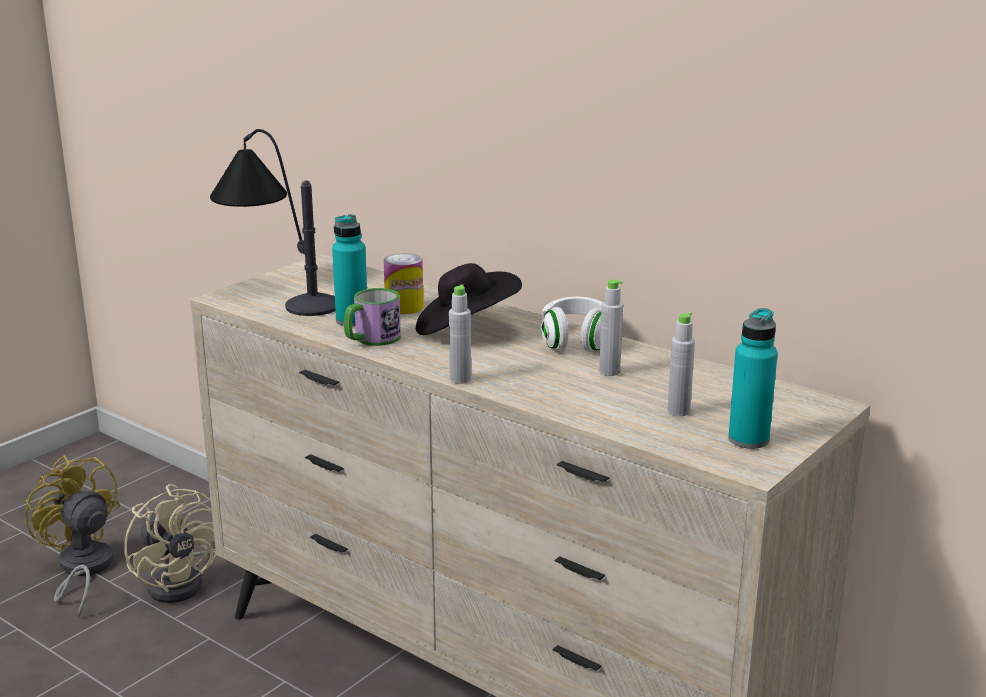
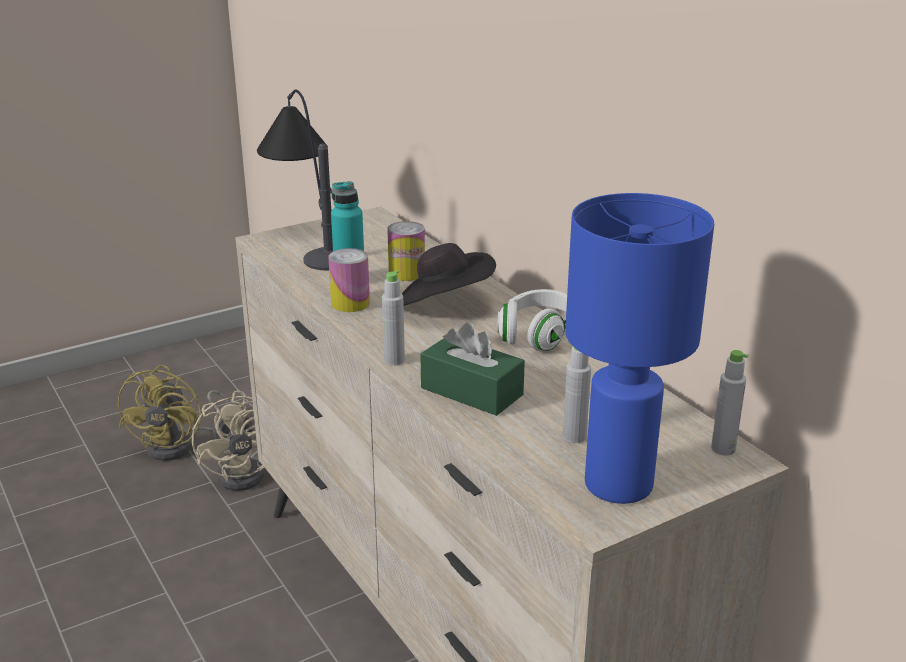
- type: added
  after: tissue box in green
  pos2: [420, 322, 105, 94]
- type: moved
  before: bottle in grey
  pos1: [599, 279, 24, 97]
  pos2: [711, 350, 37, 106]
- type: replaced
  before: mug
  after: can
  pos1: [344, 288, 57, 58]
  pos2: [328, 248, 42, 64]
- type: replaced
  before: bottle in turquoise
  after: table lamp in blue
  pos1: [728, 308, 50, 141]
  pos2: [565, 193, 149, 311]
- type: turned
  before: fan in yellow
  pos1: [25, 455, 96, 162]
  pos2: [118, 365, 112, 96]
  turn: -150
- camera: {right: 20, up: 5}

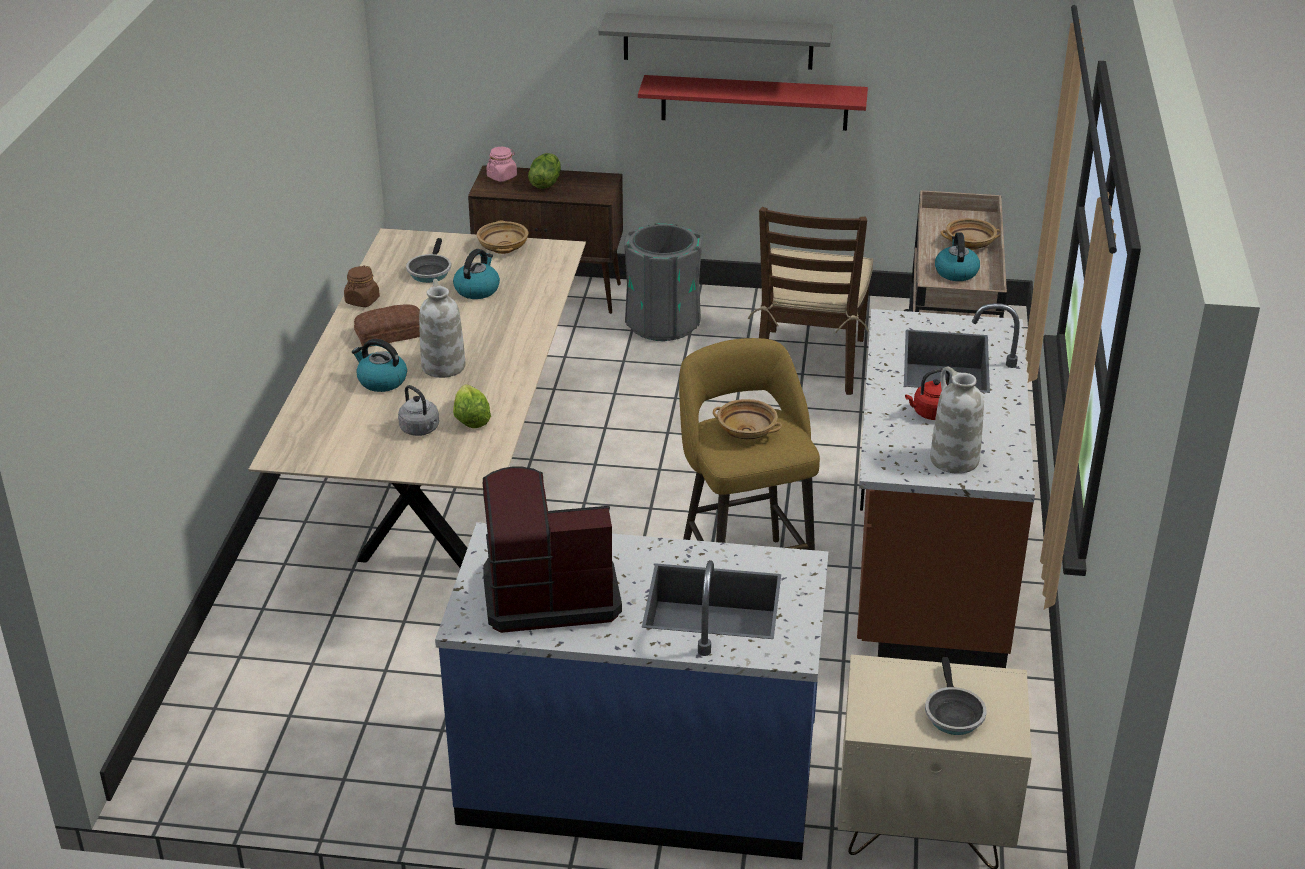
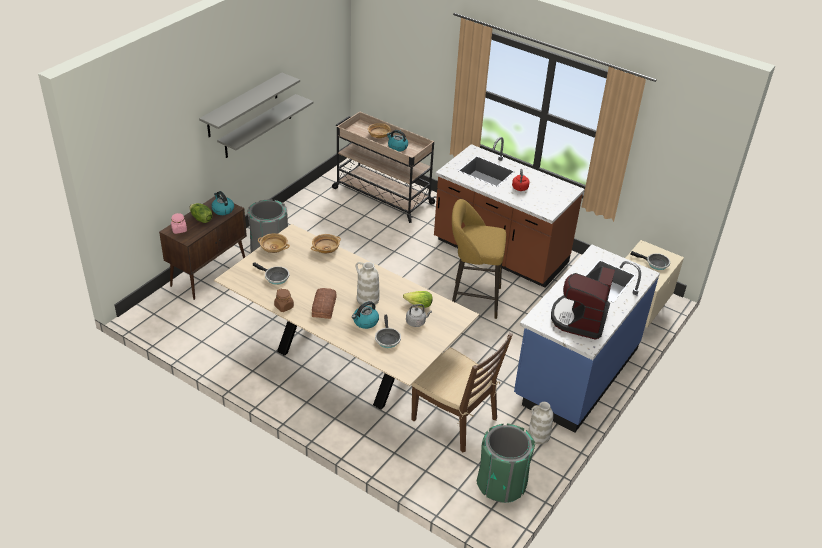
- type: added
  after: frying pan
  pos2: [375, 315, 26, 33]
- type: added
  after: trash can in green
  pos2: [477, 423, 58, 80]
- type: moved
  before: kettle
  pos1: [453, 249, 47, 50]
  pos2: [211, 191, 23, 24]
- type: moved
  before: bowl in beige
  pos1: [713, 399, 69, 41]
  pos2: [311, 234, 30, 19]
- type: moved
  before: chair in brown
  pos1: [748, 207, 125, 188]
  pos2: [411, 333, 102, 120]
- type: moved
  before: vase in white
  pos1: [930, 367, 54, 107]
  pos2: [528, 402, 25, 42]
- type: recoloured
  before: shelf in red
  after: shelf in grey
  pos1: [638, 75, 230, 56]
  pos2: [217, 94, 97, 64]
- camera: {right: -65, up: 5}

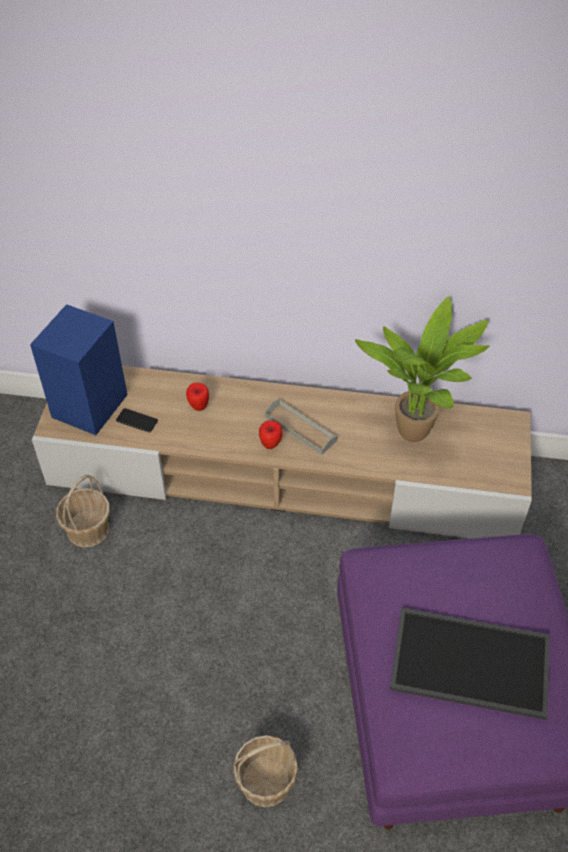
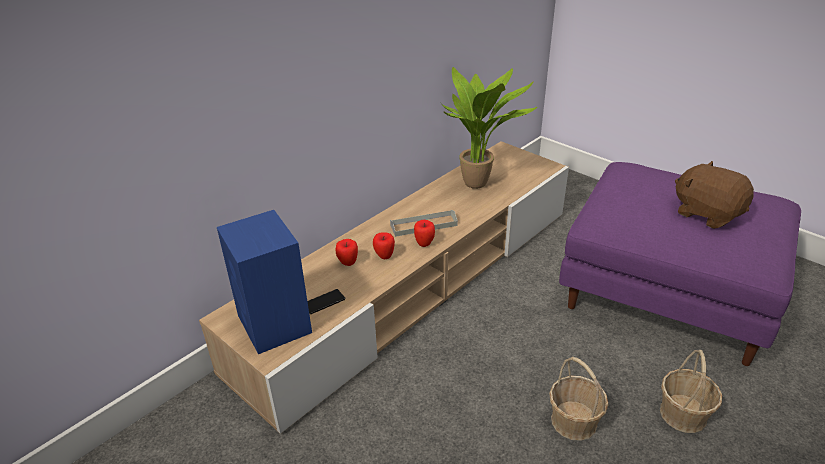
- type: added
  after: apple
  pos2: [373, 232, 22, 27]
- type: moved
  before: basket
  pos1: [56, 475, 54, 72]
  pos2: [549, 357, 60, 84]
- type: replaced
  before: tray
  after: plush toy in brown
  pos1: [390, 607, 160, 113]
  pos2: [675, 161, 79, 68]
- camera: {right: -55, up: -15}

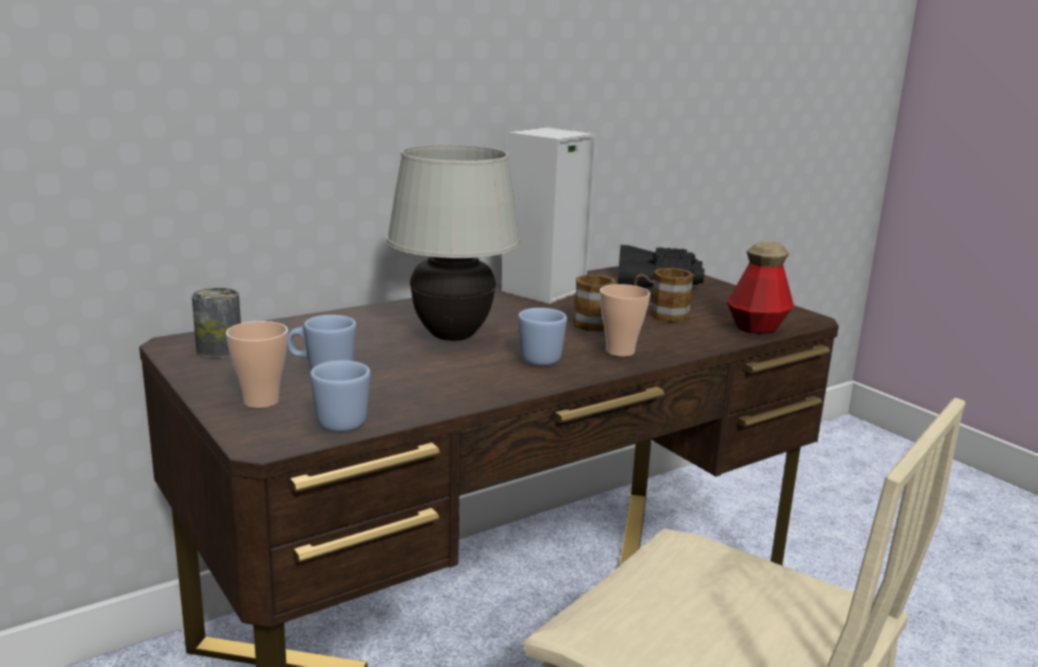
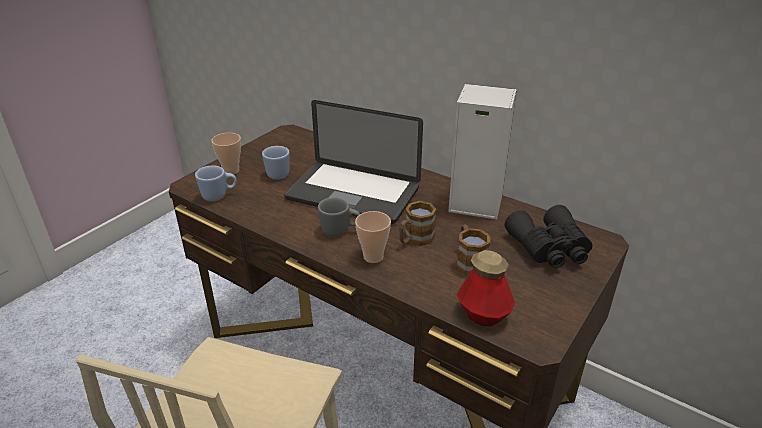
- type: removed
  before: can
  pos1: [192, 288, 49, 70]
- type: replaced
  before: table lamp in white
  after: laptop
  pos1: [387, 145, 133, 196]
  pos2: [284, 100, 139, 124]
- type: recoloured
  before: mug in blue
  after: mug in grey
  pos1: [518, 308, 49, 58]
  pos2: [318, 197, 42, 40]
- camera: {right: 70, up: 15}

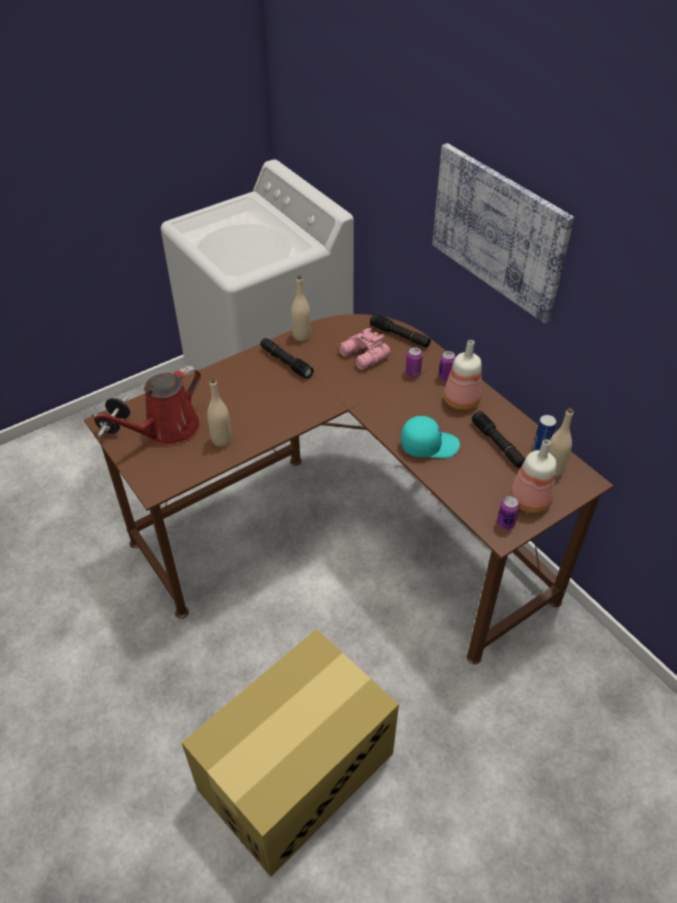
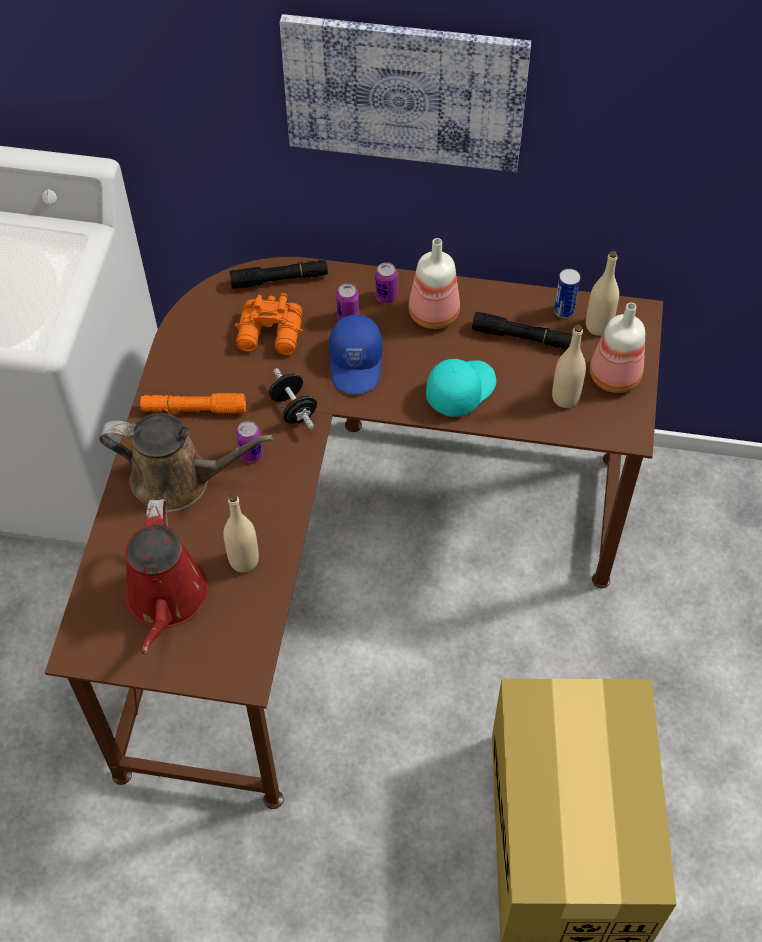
- type: added
  after: watering can in brown
  pos2: [99, 413, 175, 100]
- type: added
  after: cap in blue
  pos2: [329, 315, 54, 79]
- type: moved
  before: dumbbell in black
  pos1: [95, 396, 35, 41]
  pos2: [269, 368, 48, 61]
- type: moved
  before: bottle in beige
  pos1: [291, 276, 20, 65]
  pos2: [552, 325, 34, 83]
- type: moved
  before: can
  pos1: [497, 496, 23, 34]
  pos2: [236, 421, 27, 42]
- type: recoloured
  before: flashlight in black
  after: flashlight in orange
  pos1: [260, 338, 54, 41]
  pos2: [140, 393, 106, 21]
- type: recoloured
  before: binoculars in pink
  after: binoculars in orange
  pos1: [339, 328, 52, 42]
  pos2: [235, 293, 68, 62]
- camera: {right: -45, up: 10}

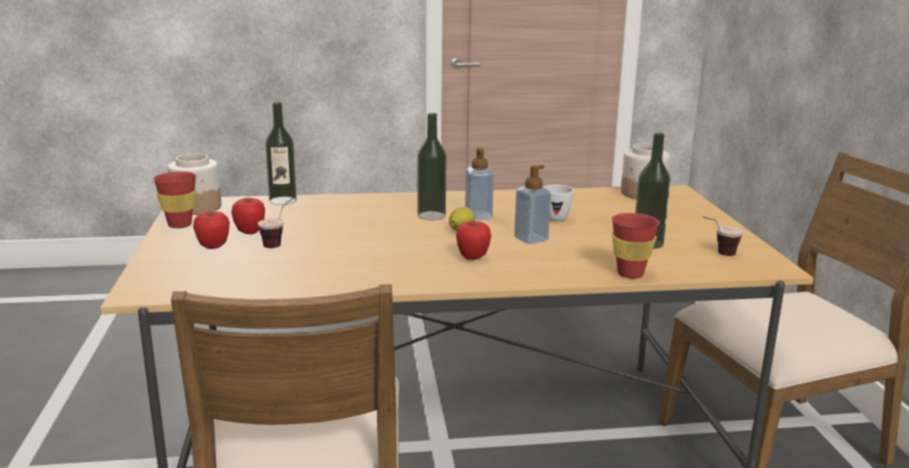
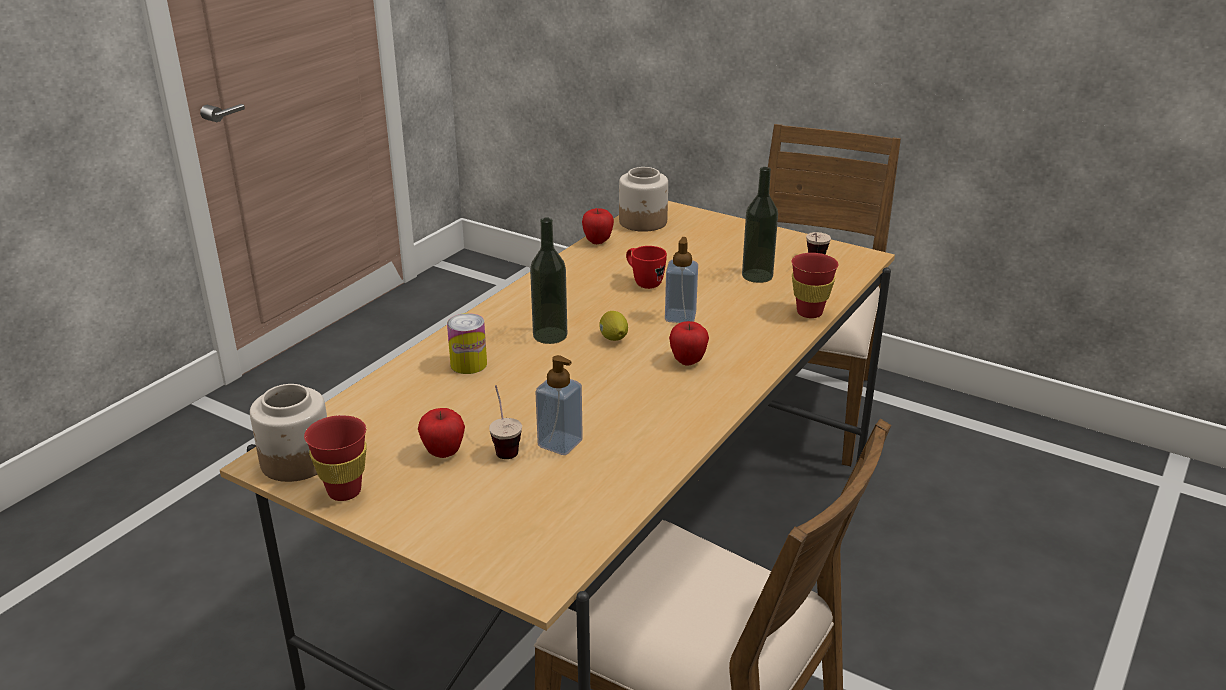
- type: removed
  before: bottle
  pos1: [266, 102, 31, 103]
- type: added
  after: can
  pos2: [447, 313, 40, 61]
- type: moved
  before: apple
  pos1: [193, 211, 37, 38]
  pos2: [582, 208, 32, 36]
- type: moved
  before: soap dispenser
  pos1: [465, 148, 29, 72]
  pos2: [535, 355, 48, 100]
- type: recoloured
  before: mug in white
  after: mug in red
  pos1: [544, 185, 30, 37]
  pos2: [626, 246, 41, 43]
- camera: {right: -50, up: 10}

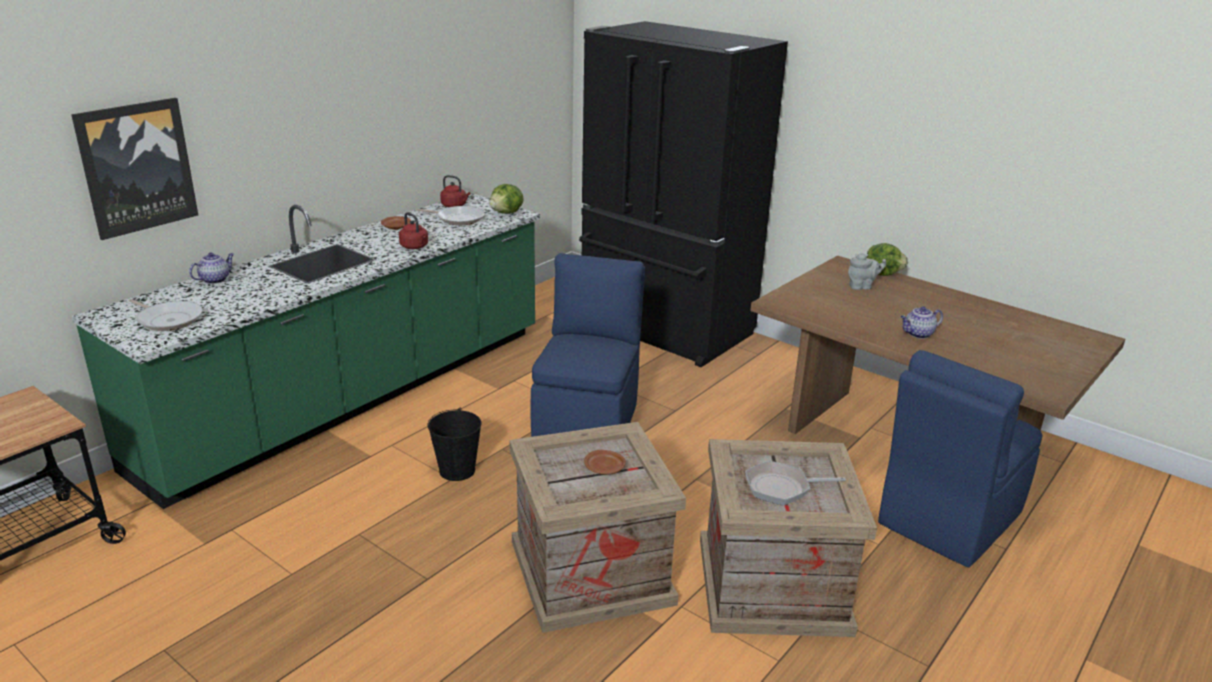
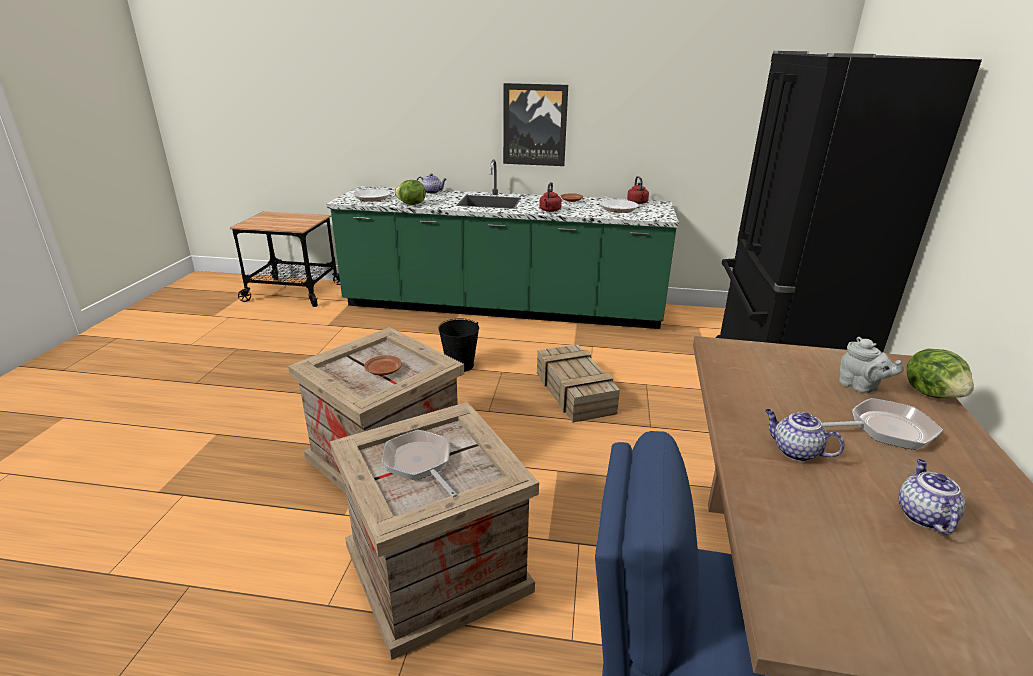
- type: added
  after: frying pan
  pos2: [822, 398, 121, 52]
- type: added
  after: teapot
  pos2: [899, 459, 67, 75]
- type: moved
  before: picture
  pos1: [71, 98, 127, 142]
  pos2: [503, 83, 65, 83]
- type: moved
  before: lettuce
  pos1: [489, 184, 35, 30]
  pos2: [394, 180, 32, 25]
- type: replaced
  before: chair in blue
  after: crate
  pos1: [530, 253, 115, 184]
  pos2: [537, 344, 83, 78]
- camera: {right: 60, up: 0}

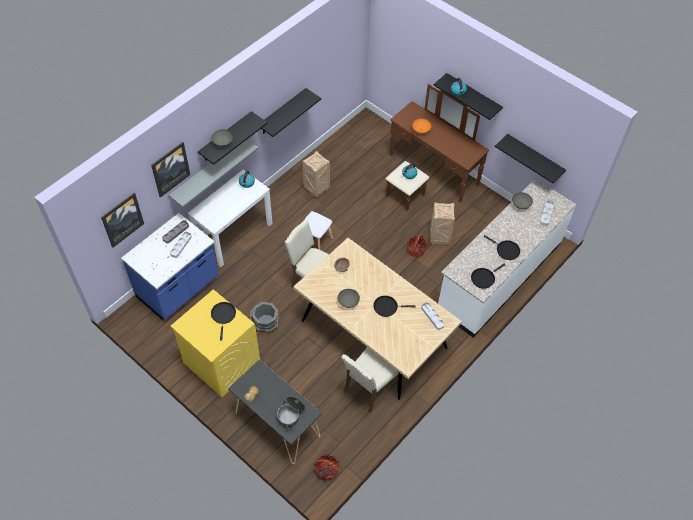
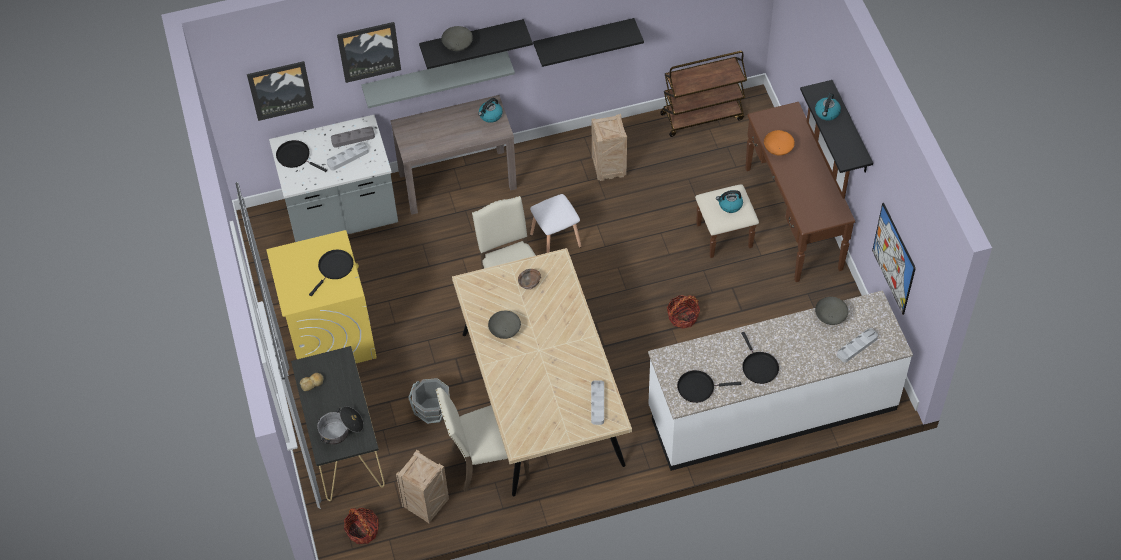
- type: added
  after: cart in brown
  pos2: [660, 51, 87, 86]
- type: moved
  before: bucket in grey
  pos1: [250, 302, 29, 30]
  pos2: [408, 378, 42, 46]
- type: moved
  before: frying pan in black
  pos1: [373, 296, 42, 21]
  pos2: [276, 140, 51, 32]
- type: moved
  before: crate
  pos1: [430, 202, 25, 43]
  pos2: [396, 450, 53, 73]
- type: replaced
  before: shelf in black
  after: picture
  pos1: [495, 134, 71, 49]
  pos2: [872, 203, 44, 112]
- type: recoloured
  before: counter in blue
  after: counter in grey
  pos1: [121, 213, 98, 107]
  pos2: [269, 115, 129, 127]
- type: recoloured
  before: console table in white
  after: console table in brown
  pos1: [188, 169, 85, 98]
  pos2: [390, 95, 127, 120]
- camera: {right: 35, up: 0}

